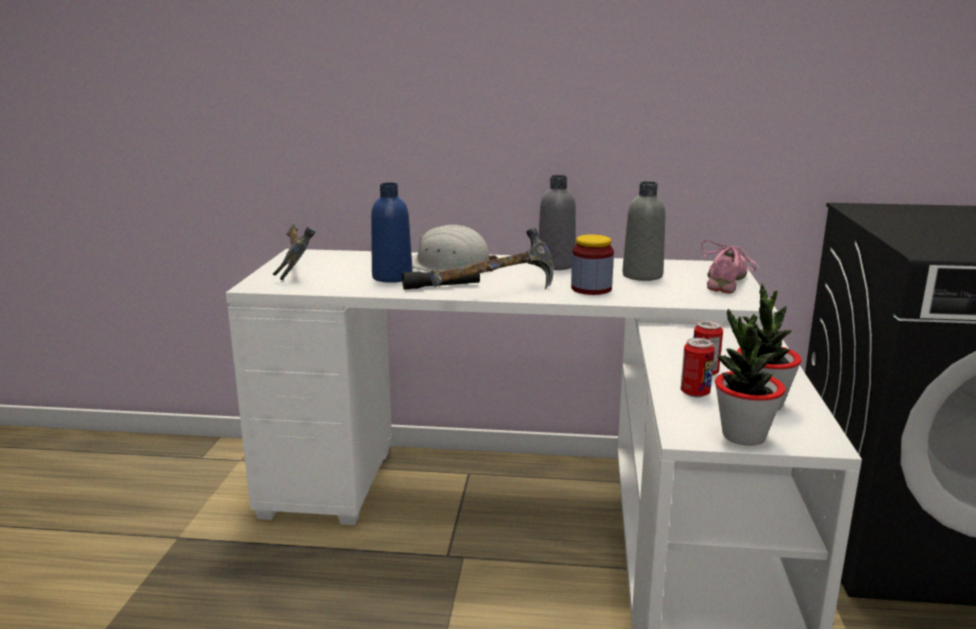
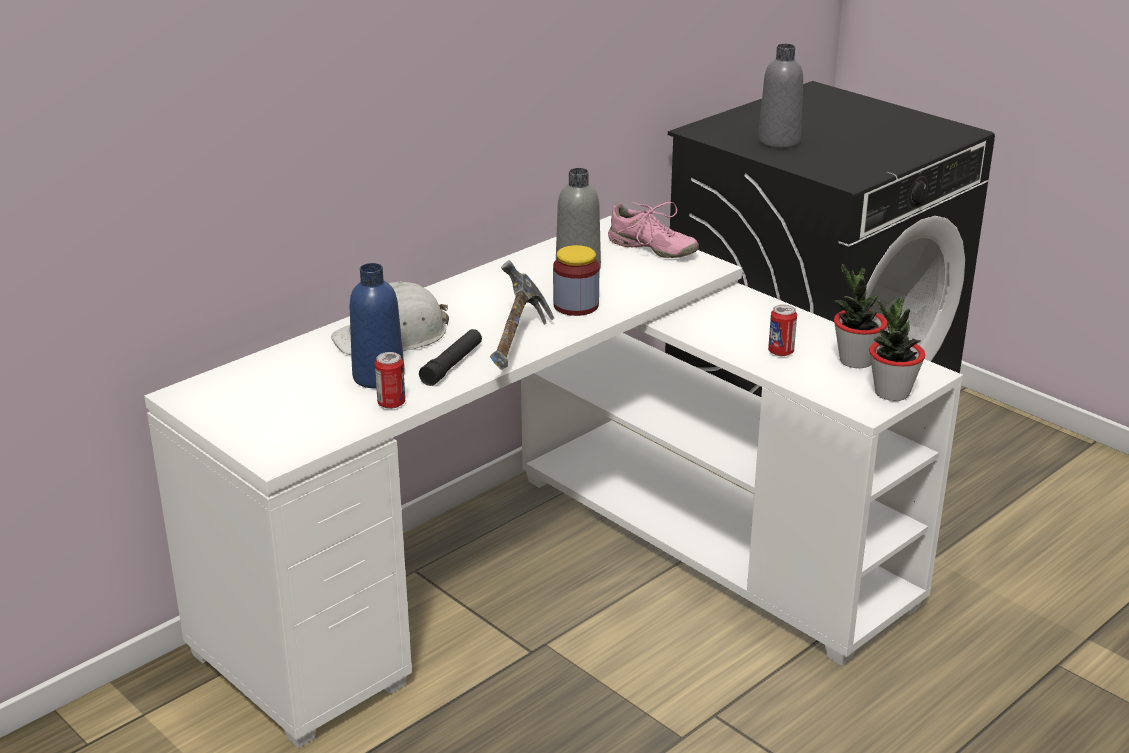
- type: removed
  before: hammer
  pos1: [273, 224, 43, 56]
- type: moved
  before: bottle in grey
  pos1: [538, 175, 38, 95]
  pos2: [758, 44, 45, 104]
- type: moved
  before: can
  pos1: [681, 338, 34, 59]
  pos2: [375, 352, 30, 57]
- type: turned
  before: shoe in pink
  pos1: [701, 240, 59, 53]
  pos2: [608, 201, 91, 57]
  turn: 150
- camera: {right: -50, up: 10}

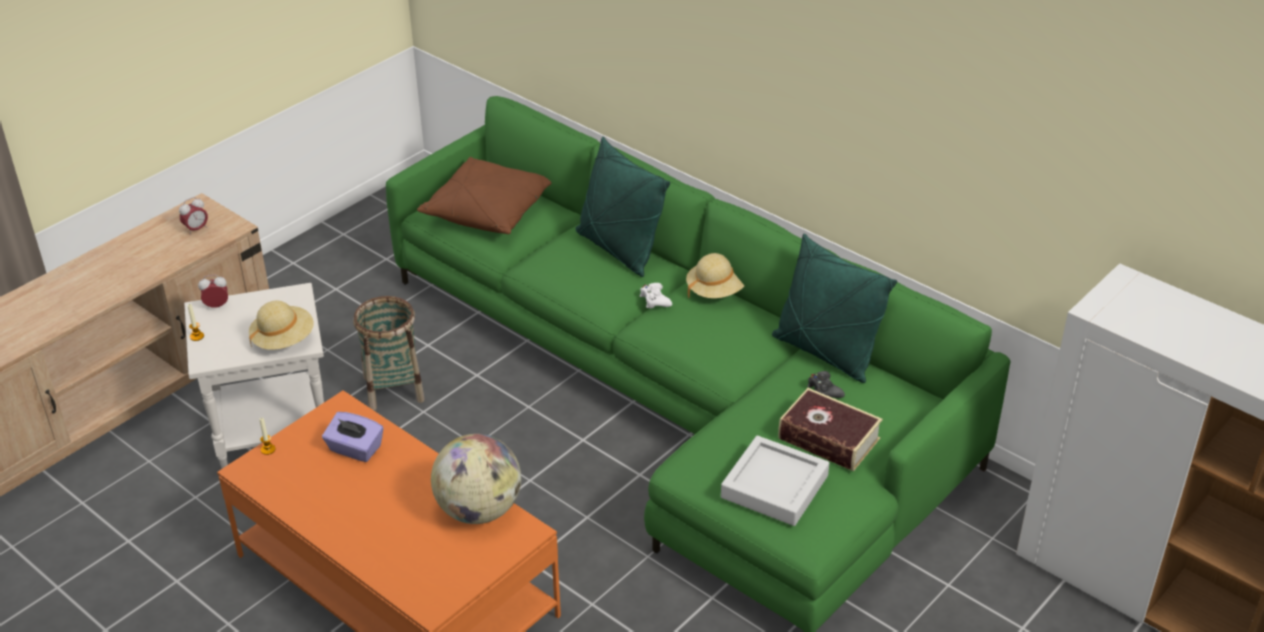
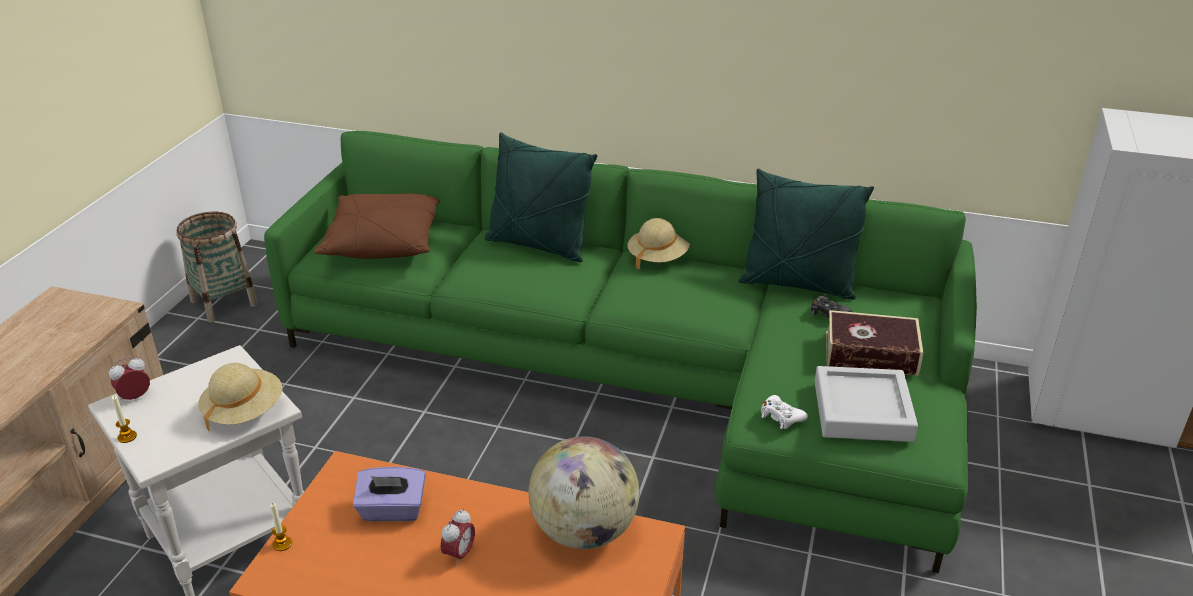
- type: moved
  before: alarm clock
  pos1: [179, 197, 29, 38]
  pos2: [441, 509, 34, 57]
- type: moved
  before: basket
  pos1: [353, 296, 72, 114]
  pos2: [176, 212, 82, 110]
- type: moved
  before: game controller in white
  pos1: [640, 283, 32, 26]
  pos2: [761, 395, 47, 34]
- camera: {right: -25, up: -5}

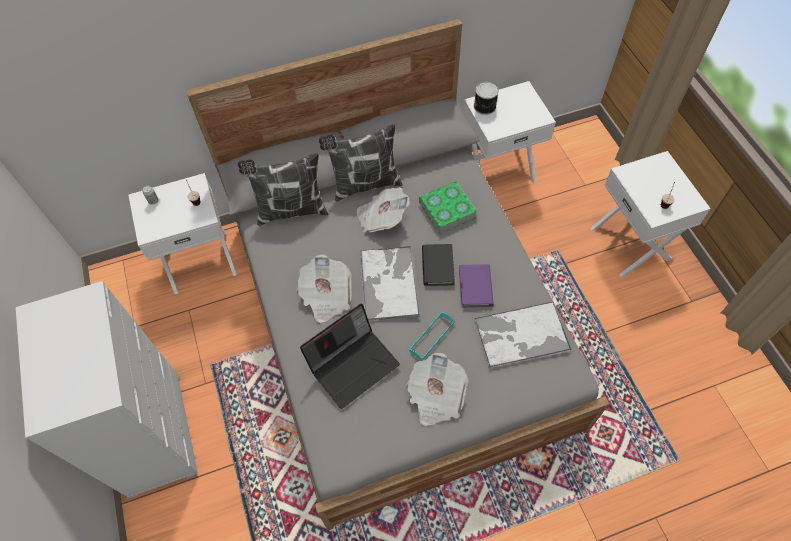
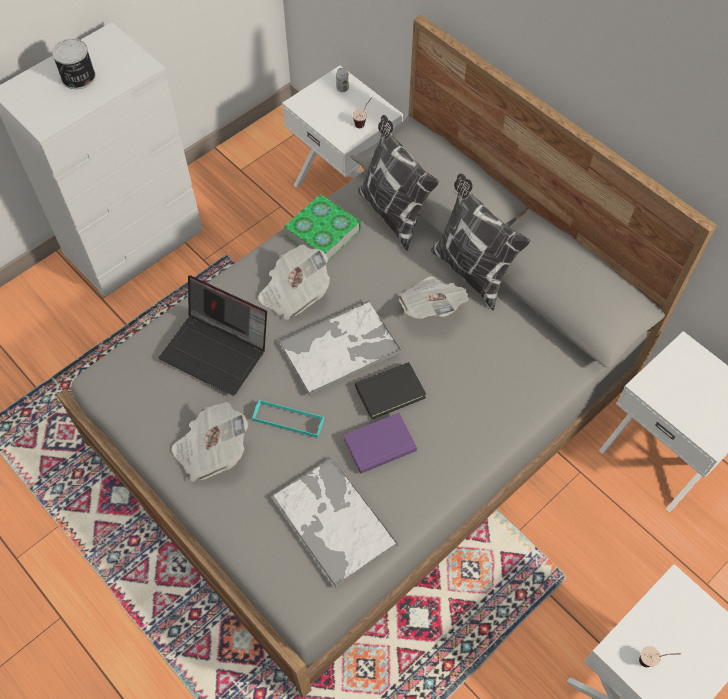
- type: moved
  before: book
  pos1: [419, 181, 58, 53]
  pos2: [284, 194, 77, 67]
- type: moved
  before: can
  pos1: [474, 82, 25, 33]
  pos2: [52, 39, 44, 50]
- camera: {right: 65, up: 0}

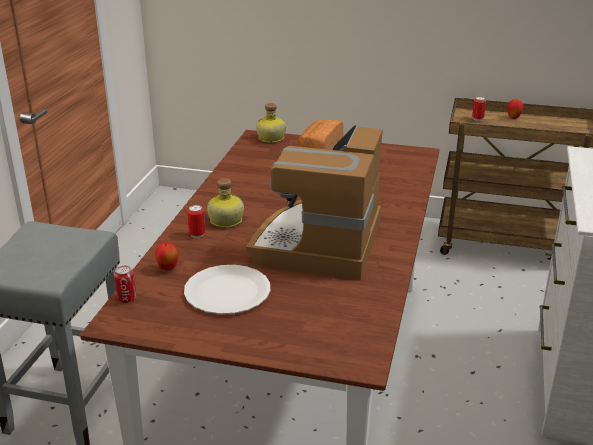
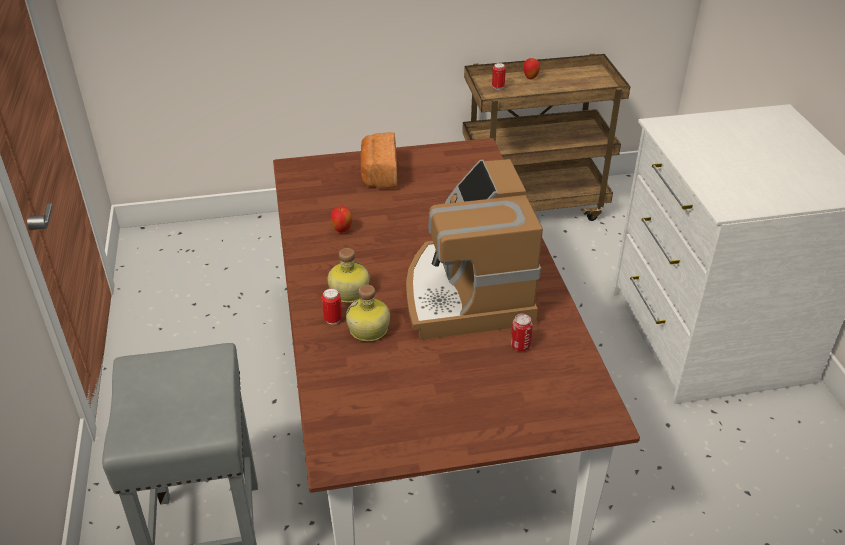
- type: removed
  before: plate in white
  pos1: [184, 265, 86, 49]
- type: moved
  before: can
  pos1: [114, 265, 23, 38]
  pos2: [511, 314, 22, 37]
- type: moved
  before: apple
  pos1: [155, 242, 24, 29]
  pos2: [331, 206, 21, 27]
- type: moved
  before: bottle
  pos1: [256, 103, 30, 40]
  pos2: [345, 285, 45, 57]
- camera: {right: -25, up: 10}

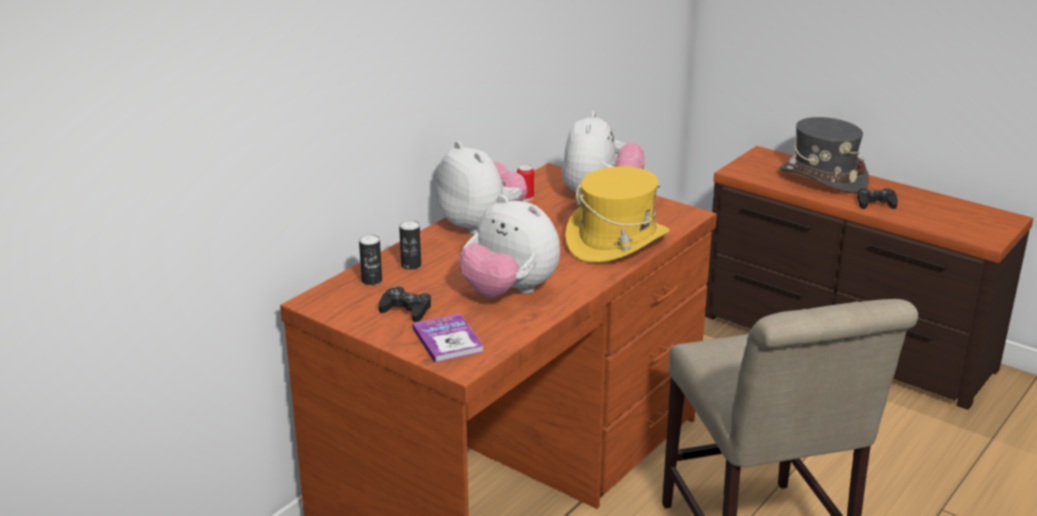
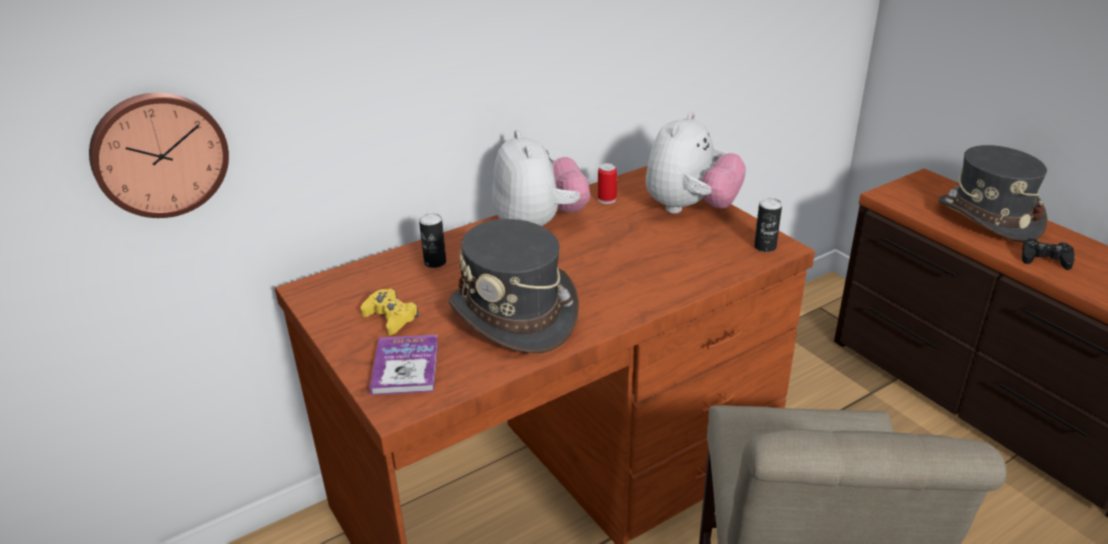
- type: removed
  before: hat in yellow
  pos1: [565, 166, 105, 97]
- type: added
  after: wall clock
  pos2: [89, 92, 140, 126]
- type: moved
  before: can
  pos1: [359, 234, 23, 51]
  pos2: [754, 198, 28, 54]
- type: replaced
  before: plush toy
  after: hat in grey
  pos1: [459, 195, 101, 103]
  pos2: [449, 219, 130, 134]
- type: recoloured
  before: game controller in black
  after: game controller in yellow
  pos1: [379, 287, 52, 35]
  pos2: [361, 289, 58, 46]
- camera: {right: 20, up: 5}

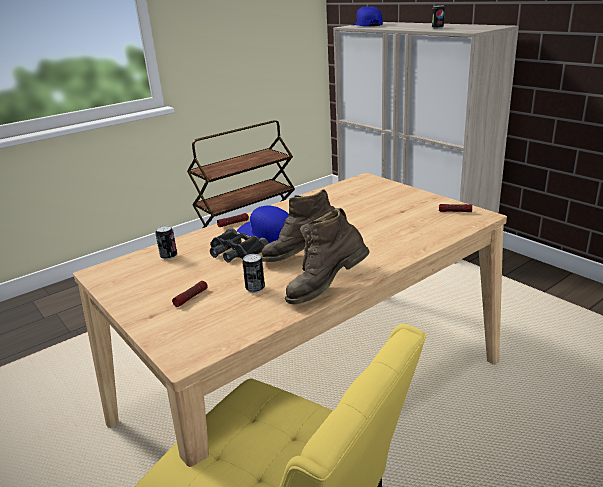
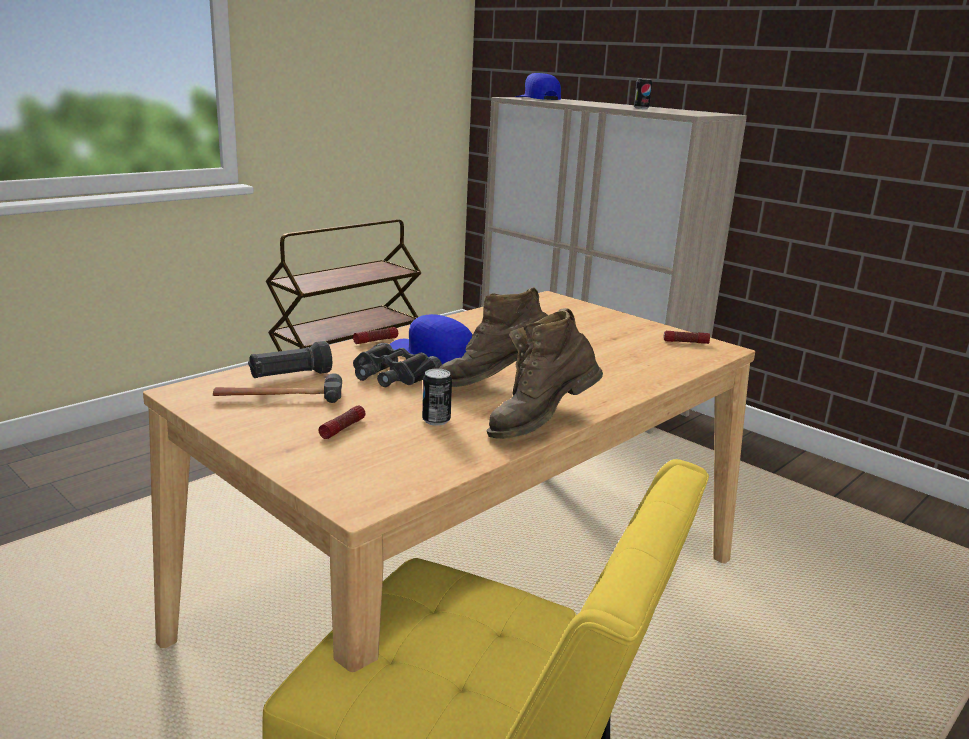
- type: added
  after: hammer
  pos2: [213, 373, 129, 30]
- type: replaced
  before: can
  after: flashlight in black
  pos1: [155, 225, 22, 35]
  pos2: [248, 341, 84, 37]
- camera: {right: -10, up: -5}

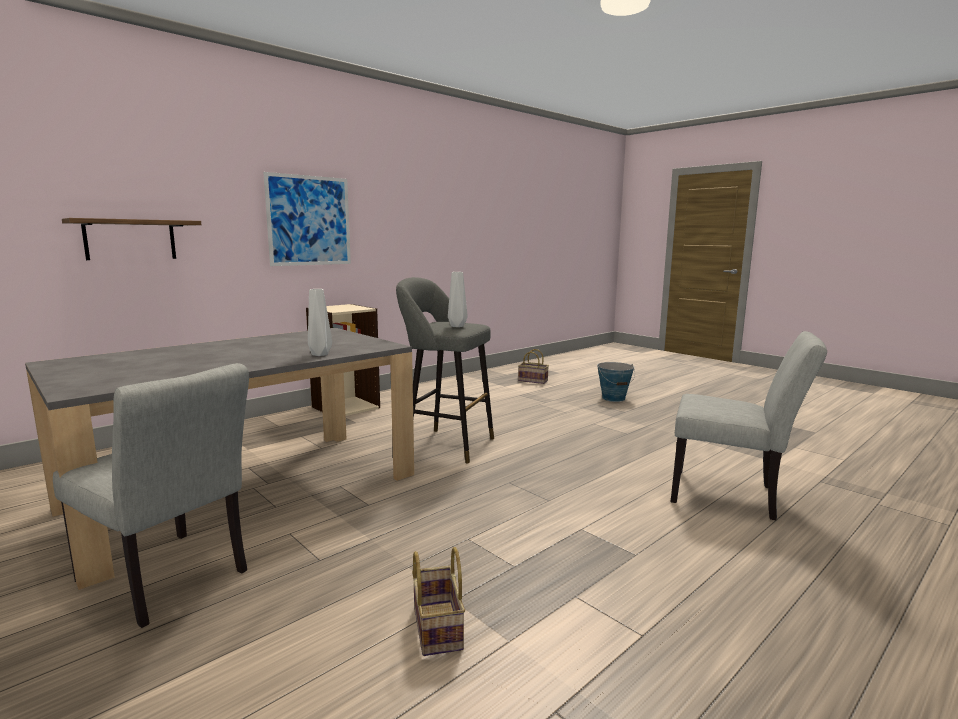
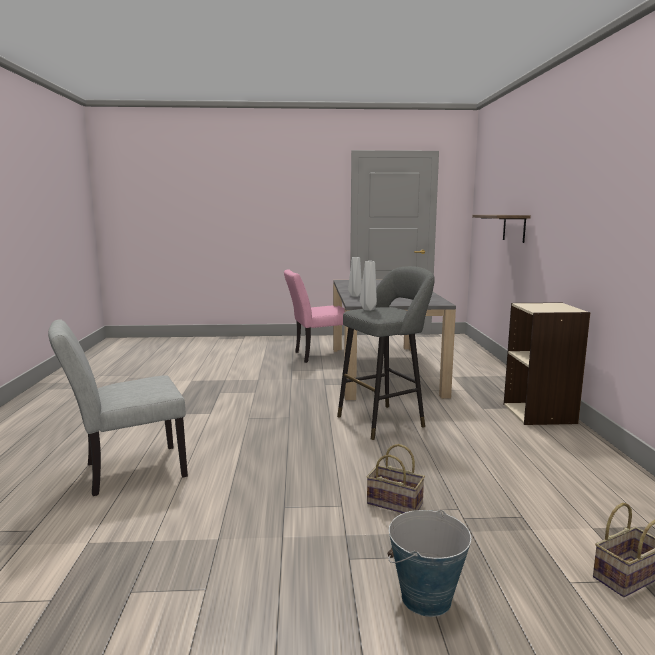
- type: removed
  before: picture
  pos1: [263, 172, 88, 94]
- type: moved
  before: basket
  pos1: [412, 547, 53, 109]
  pos2: [367, 444, 58, 69]
- type: recoloured
  before: chair in grey
  after: chair in pink
  pos1: [53, 363, 196, 265]
  pos2: [284, 269, 61, 94]
- camera: {right: 130, up: 0}

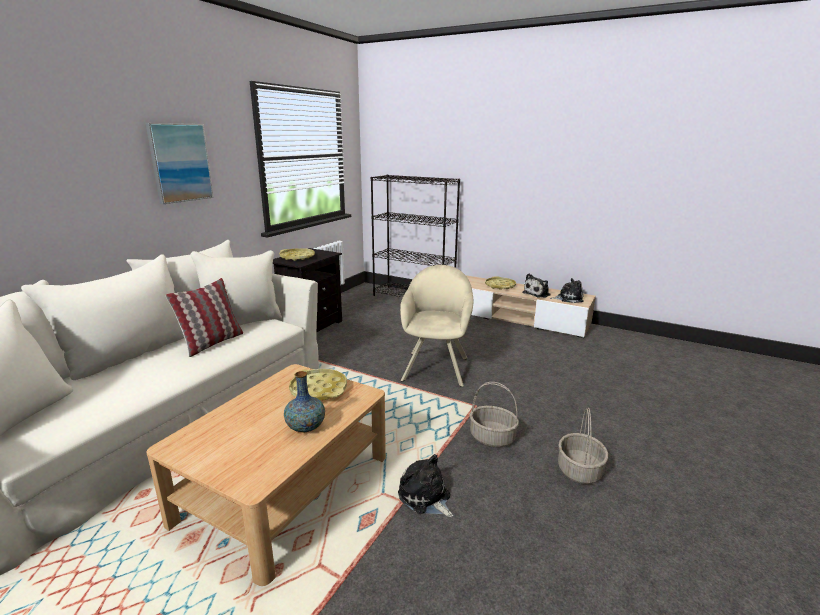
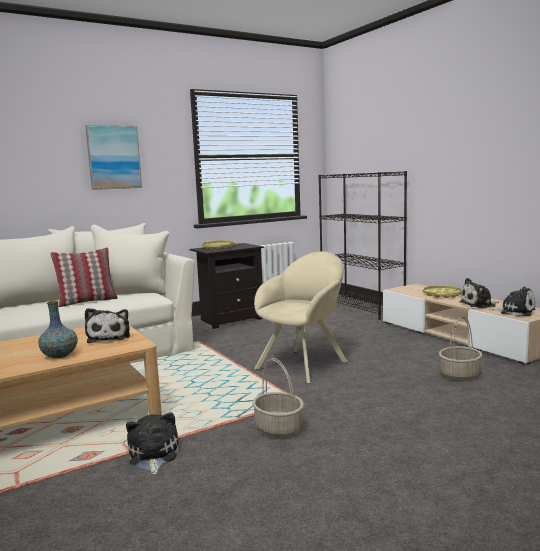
- type: moved
  before: basket
  pos1: [558, 408, 50, 76]
  pos2: [439, 317, 43, 64]
- type: replaced
  before: tray in yellow
  after: plush toy
  pos1: [289, 369, 58, 31]
  pos2: [85, 308, 45, 35]
- camera: {right: 30, up: -10}

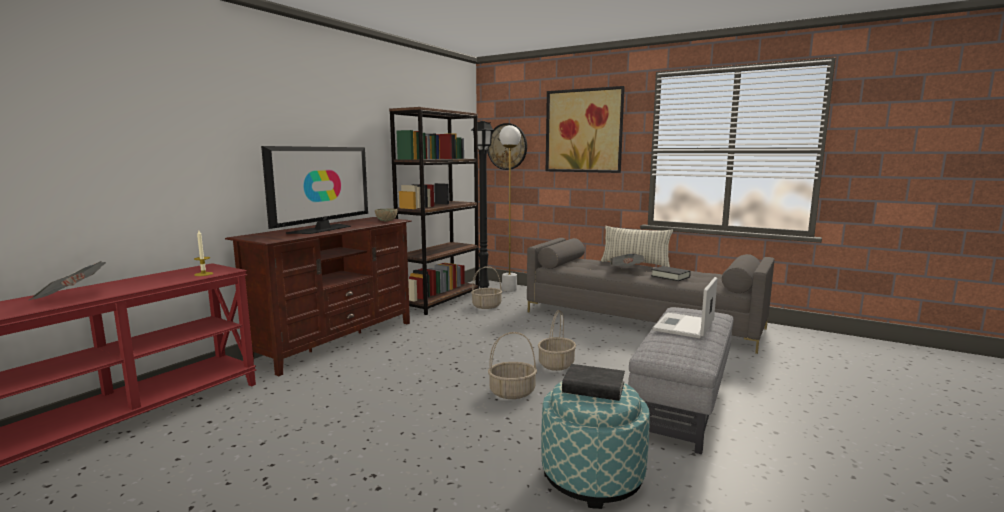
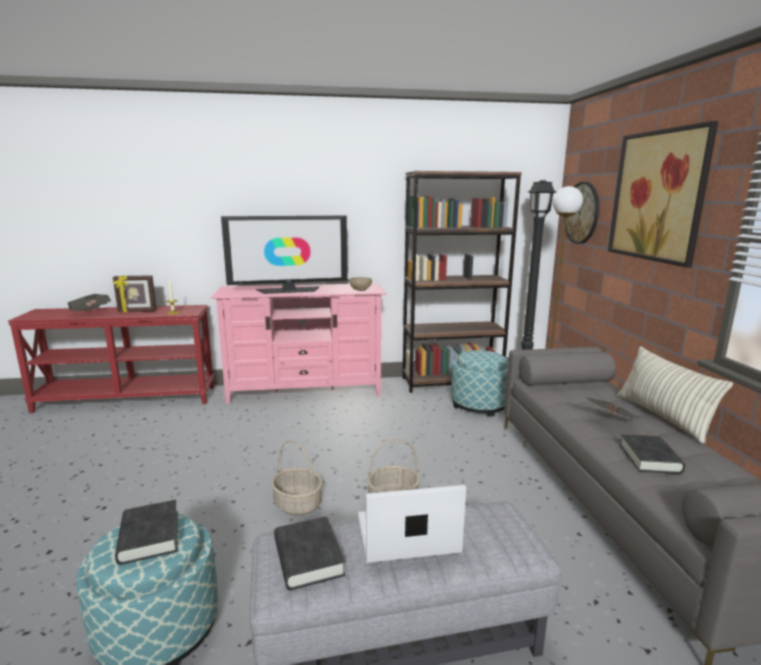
- type: added
  after: picture frame
  pos2: [113, 275, 44, 37]
- type: added
  after: book in black
  pos2: [274, 516, 71, 74]
- type: replaced
  before: basket
  after: ottoman
  pos1: [471, 266, 31, 43]
  pos2: [451, 350, 57, 67]
- type: recoloured
  before: tv stand in brown
  after: tv stand in pink
  pos1: [225, 217, 187, 159]
  pos2: [211, 283, 175, 121]
- camera: {right: 50, up: 5}

